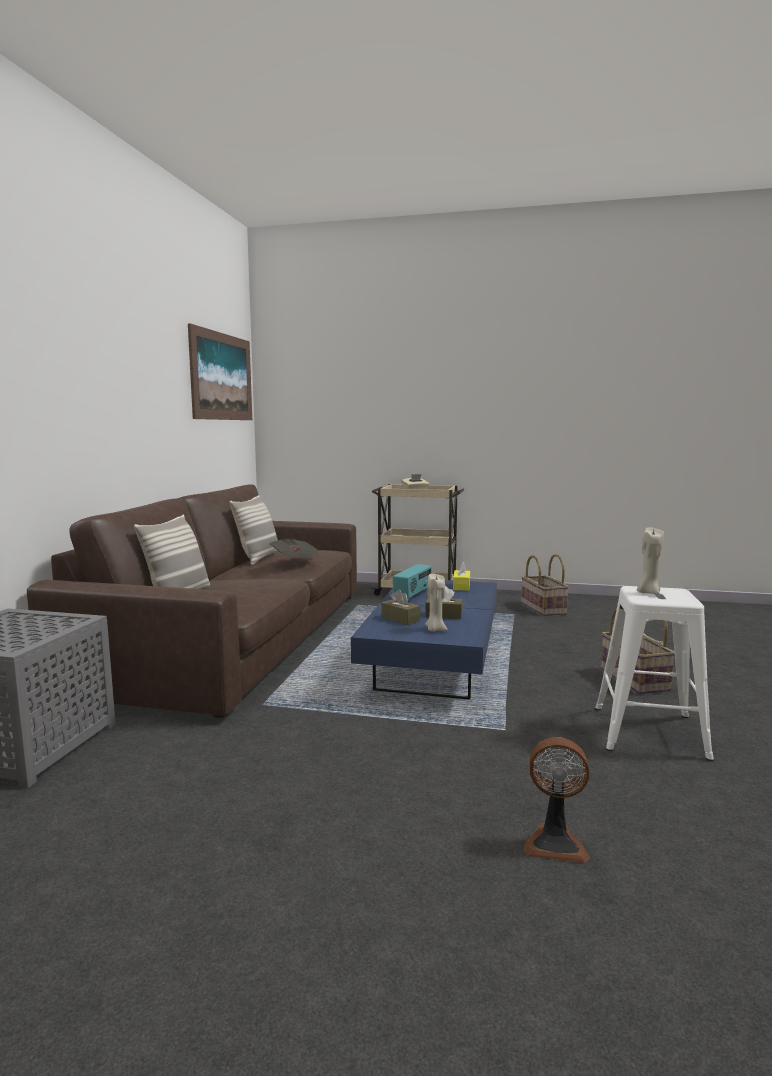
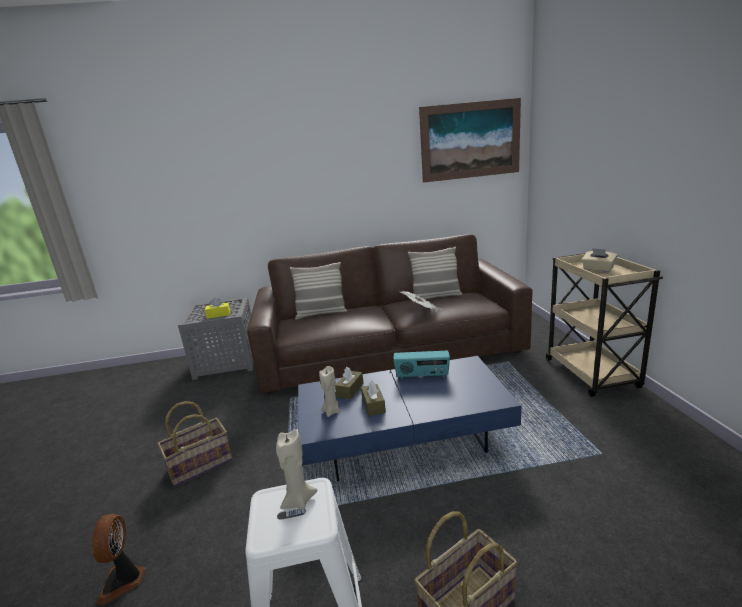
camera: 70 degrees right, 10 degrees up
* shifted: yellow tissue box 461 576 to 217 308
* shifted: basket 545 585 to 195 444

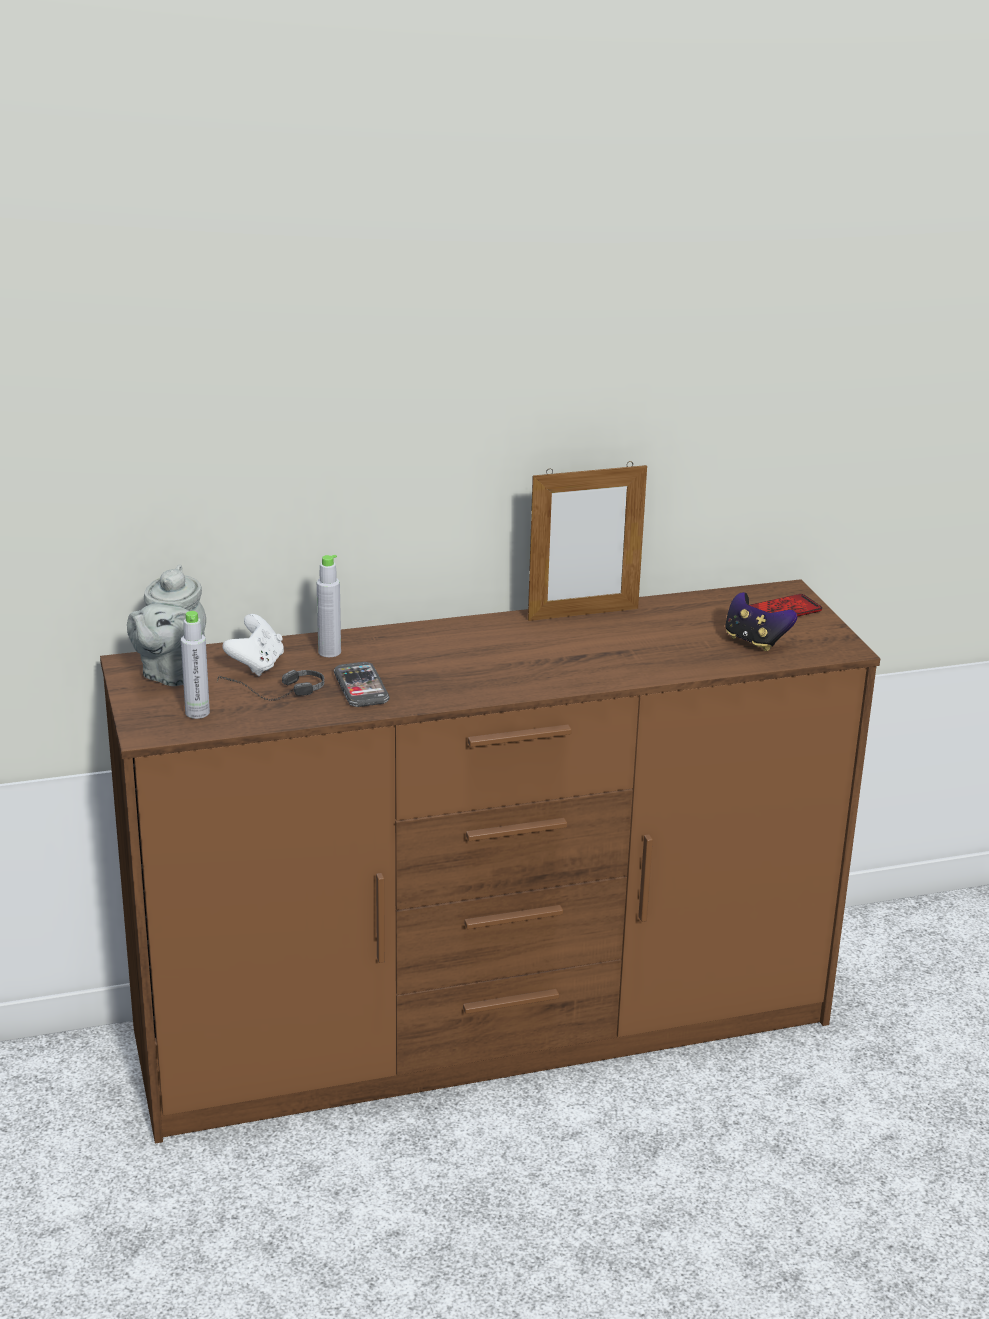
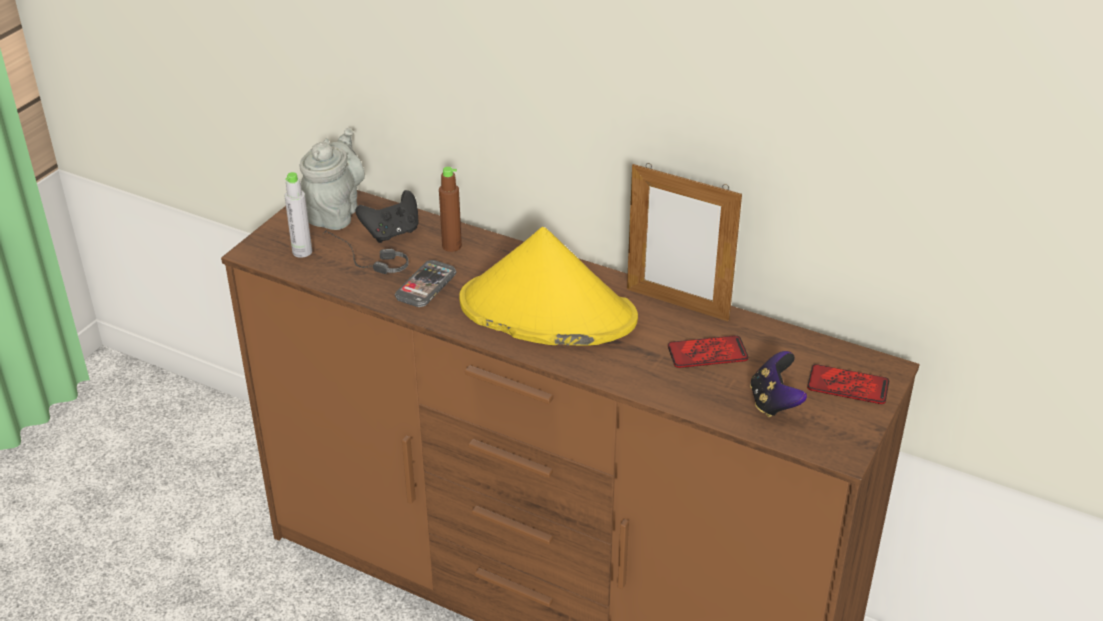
camera: 45 degrees right, 10 degrees up
* rotated: grey teapot 166 625 = 332 179 135 degrees clockwise
* repainted: white game controller 253 645 to black game controller 386 216
* repainted: grey bottle 329 606 to brown bottle 450 209
* new: yellow hat 548 286
* new: phone 708 351

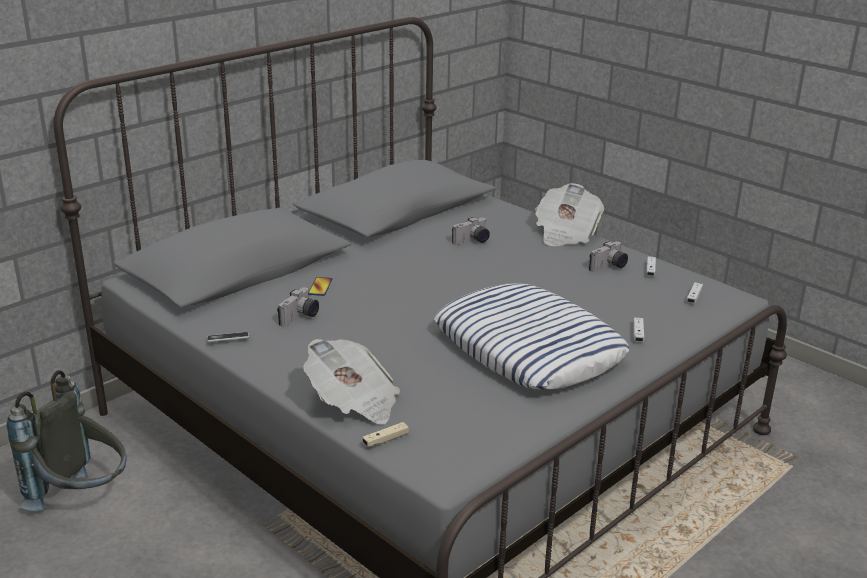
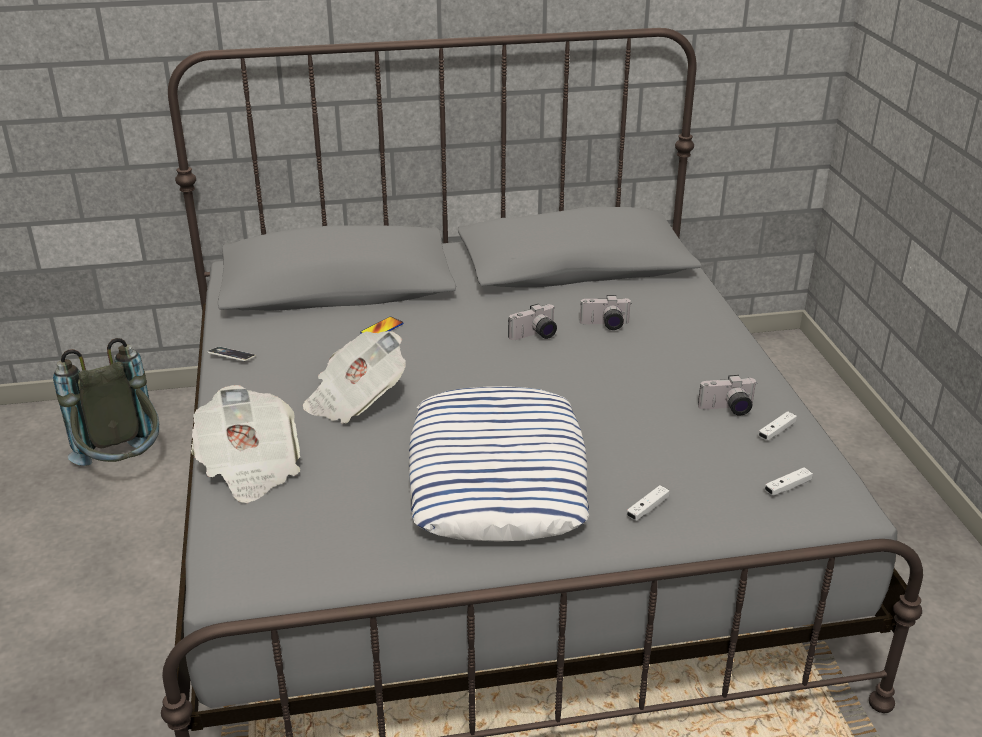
camera: 35 degrees right, 5 degrees up
* shifted: photo camera 298 307 to 532 322
* gone: beige game controller 386 434
* shifted: newspaper 569 214 to 354 377

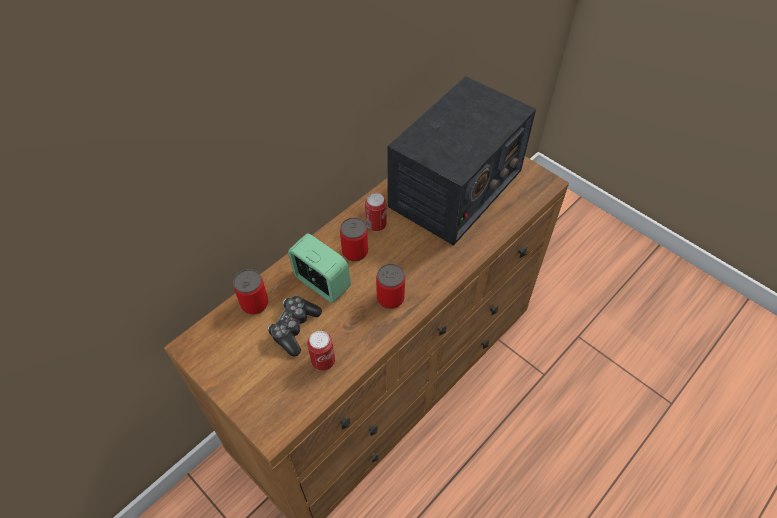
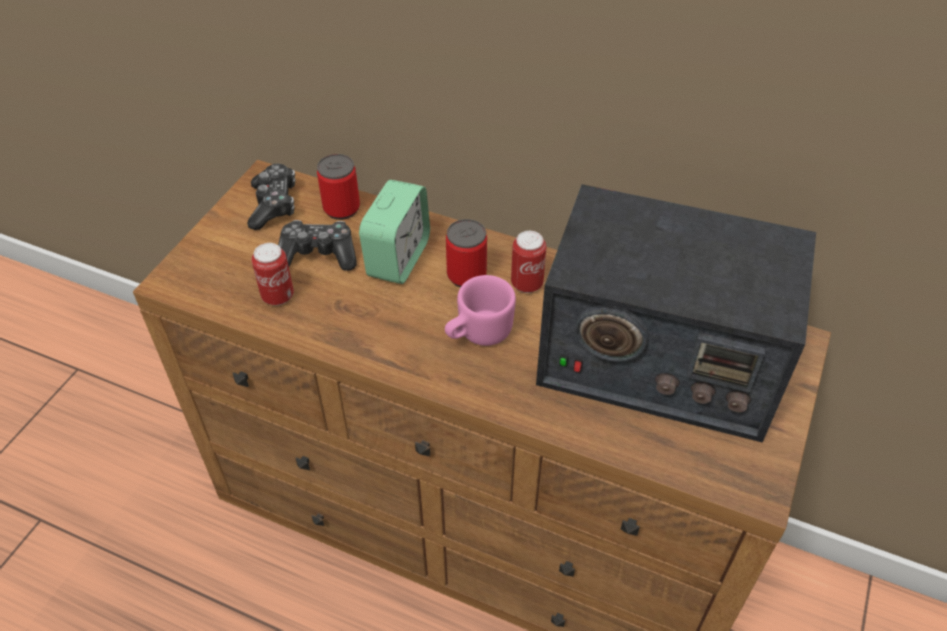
camera: 70 degrees right, 5 degrees down
* gone: can 390 286
* new: game controller 271 197
* new: pink mug 480 310

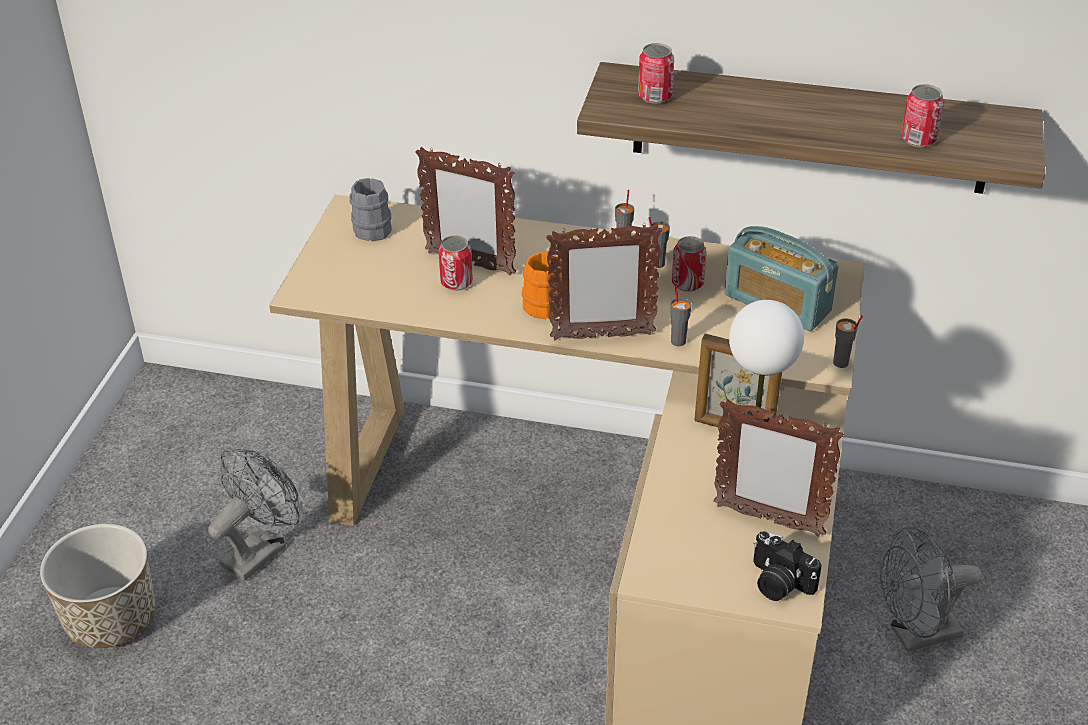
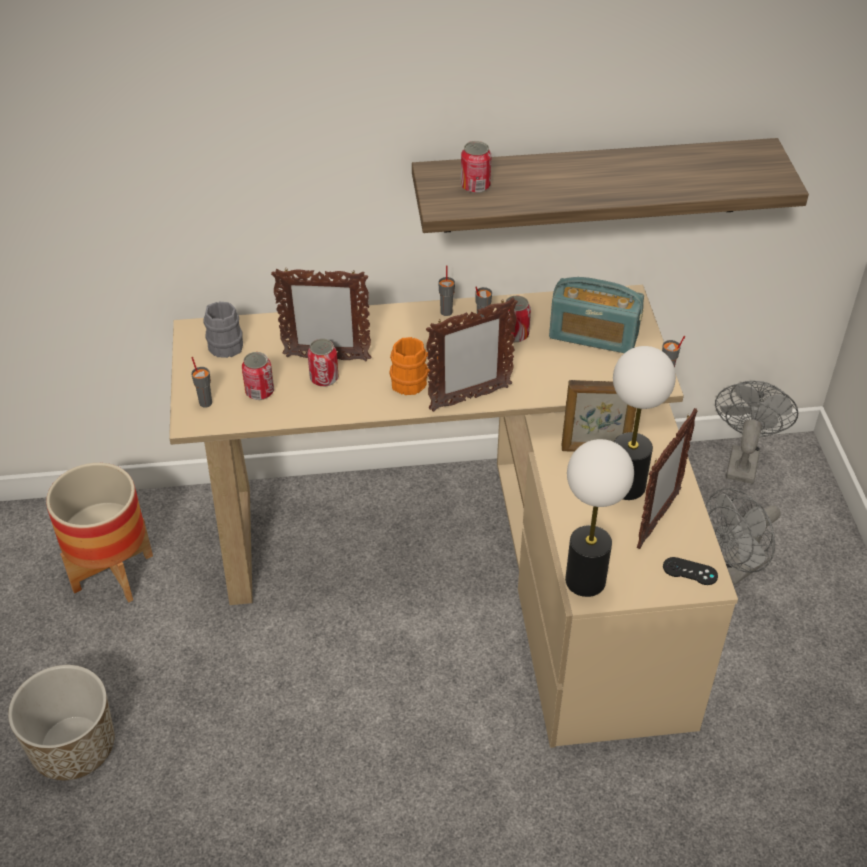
camera: 20 degrees left, 5 degrees up
* shifted: grey fan 254 515 to 756 432
* shifted: grey cup 681 315 to 201 382
* rotated: picture frame 778 468 = 667 478 60 degrees counterclockwise
* swapped: photo camera 787 566 to black game controller 690 571
* shifted: can 922 115 to 258 376
* new: planter 99 532
* new: table lamp 599 518

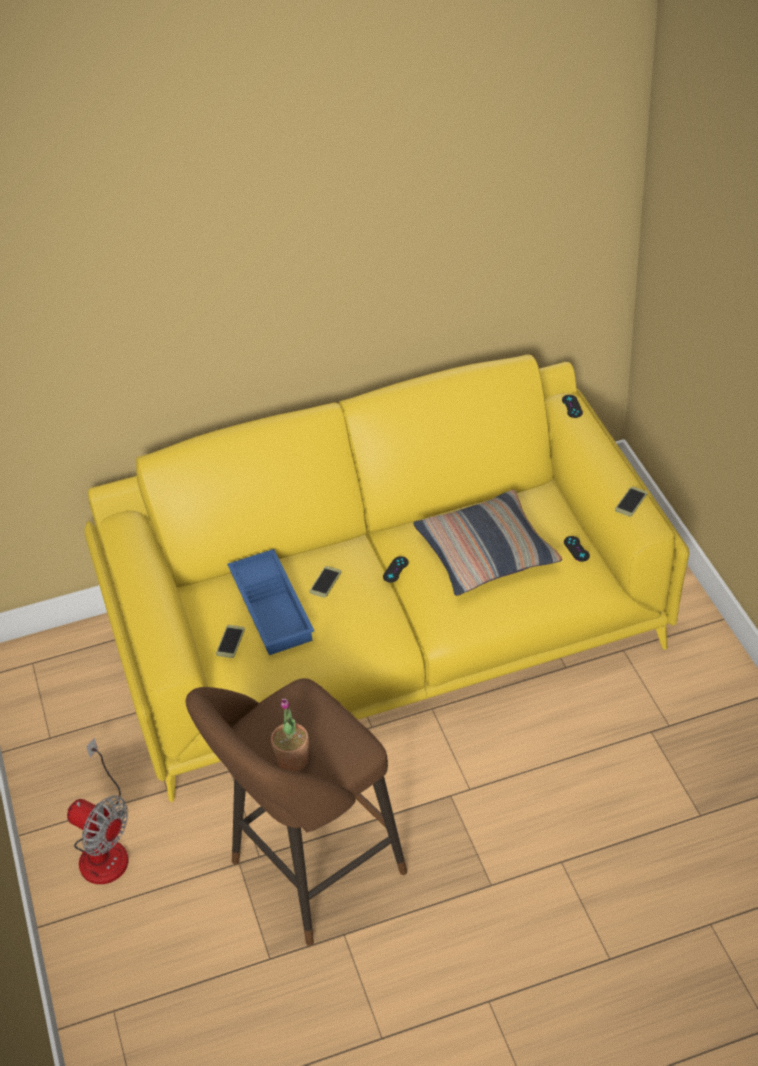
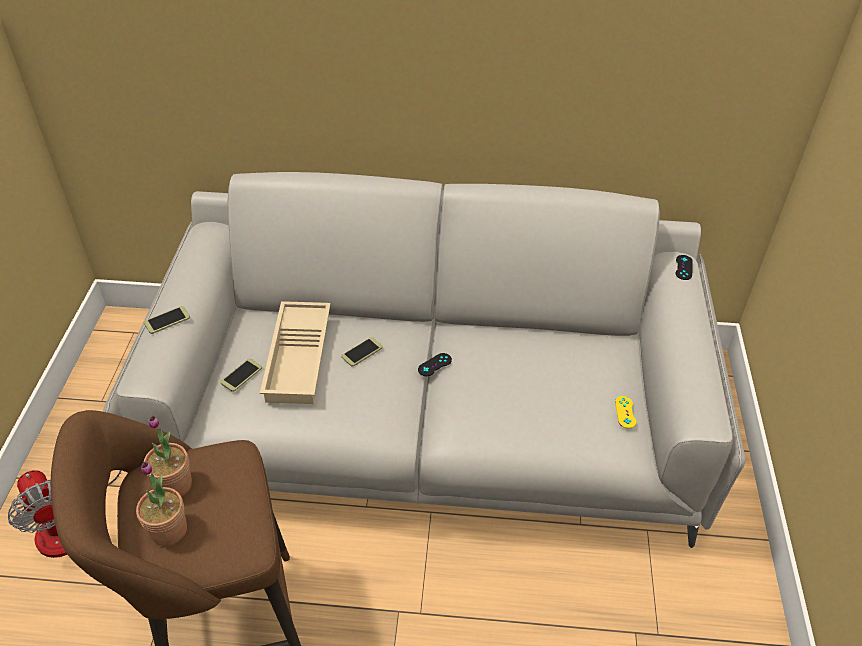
camera: 20 degrees right, 0 degrees up
* repainted: yellow sofa 387 578 to grey sofa 424 360
* repainted: blue tray 270 602 to beige tray 295 352
* gone: pillow 487 542
* repainted: black game controller 577 549 to yellow game controller 625 412
* shifted: phone 631 501 to 167 320
* new: potted plant 168 455

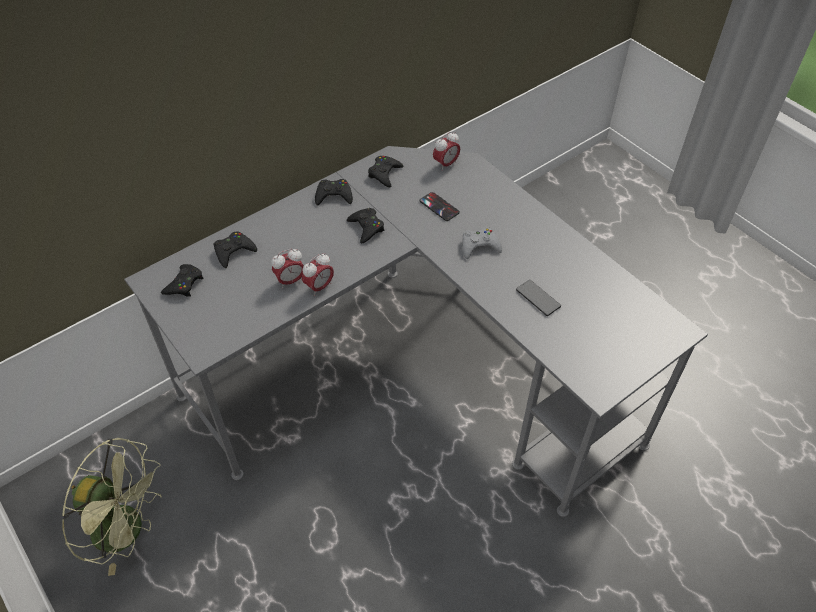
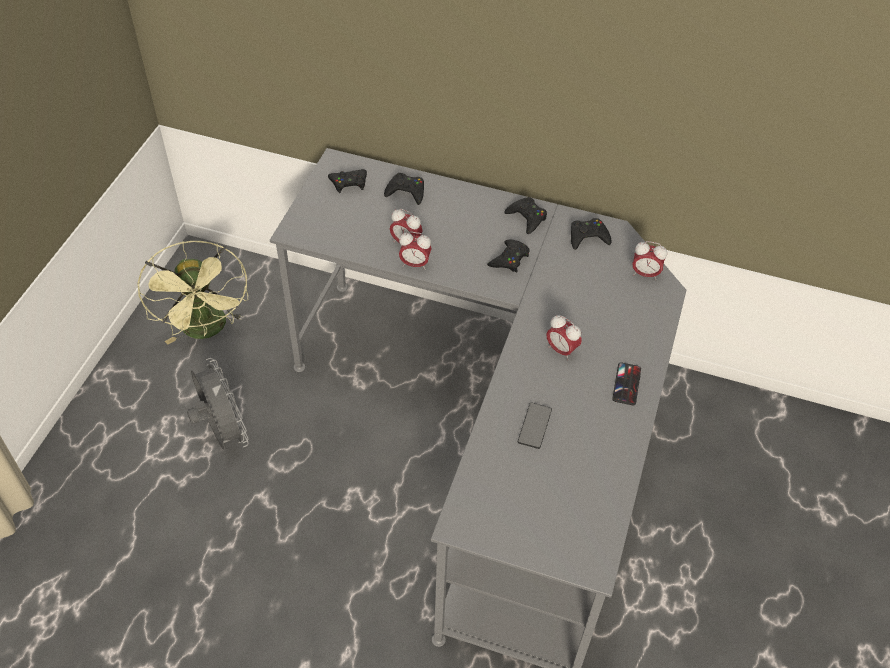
camera: 55 degrees right, 0 degrees up
* shifted: phone 439 206 to 626 383
* swapped: grey game controller 482 243 to alarm clock 564 337
* new: grey fan 218 404

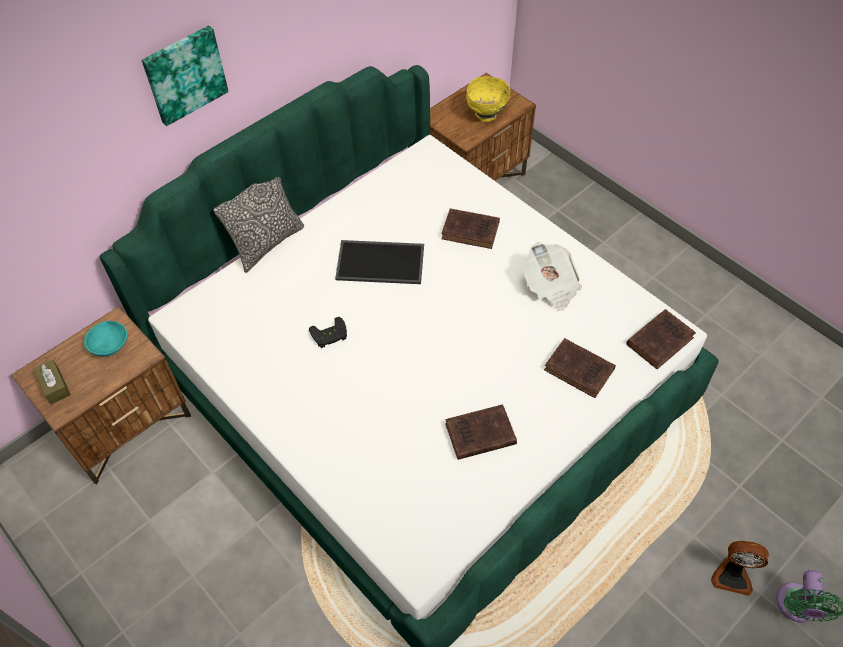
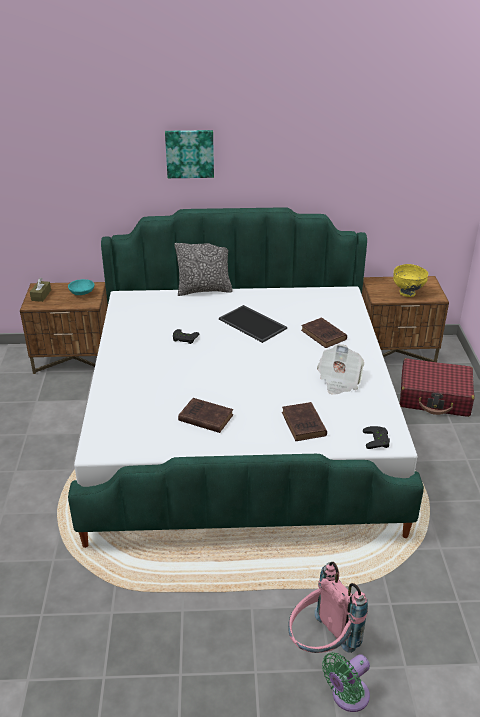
camera: 40 degrees right, 20 degrees down
* swapped: brown book 661 339 to black game controller 376 437
* swapped: fan 740 568 to pink backpack 328 607
* new: red suitcase 437 387

